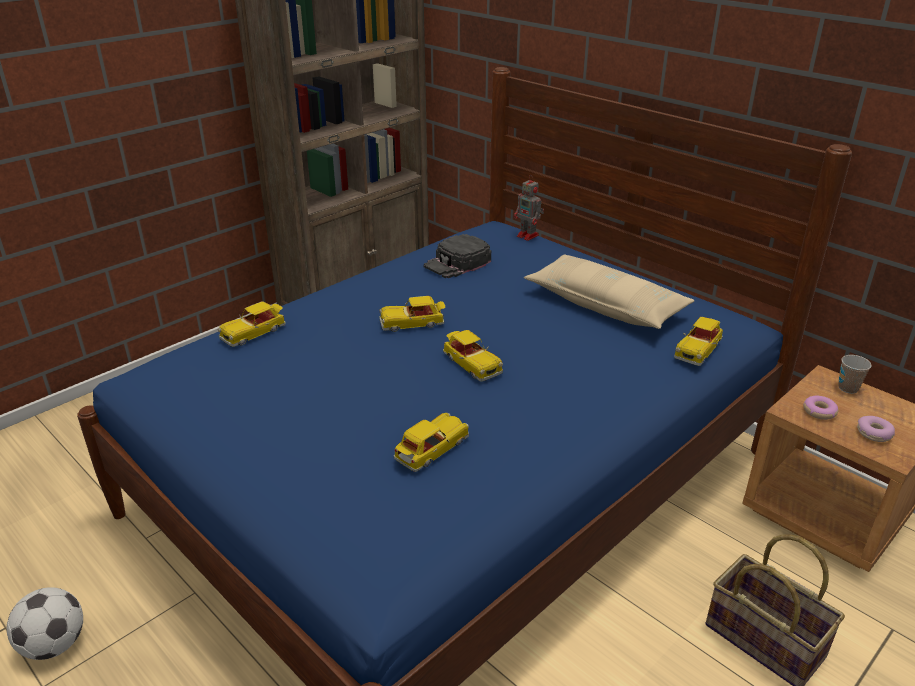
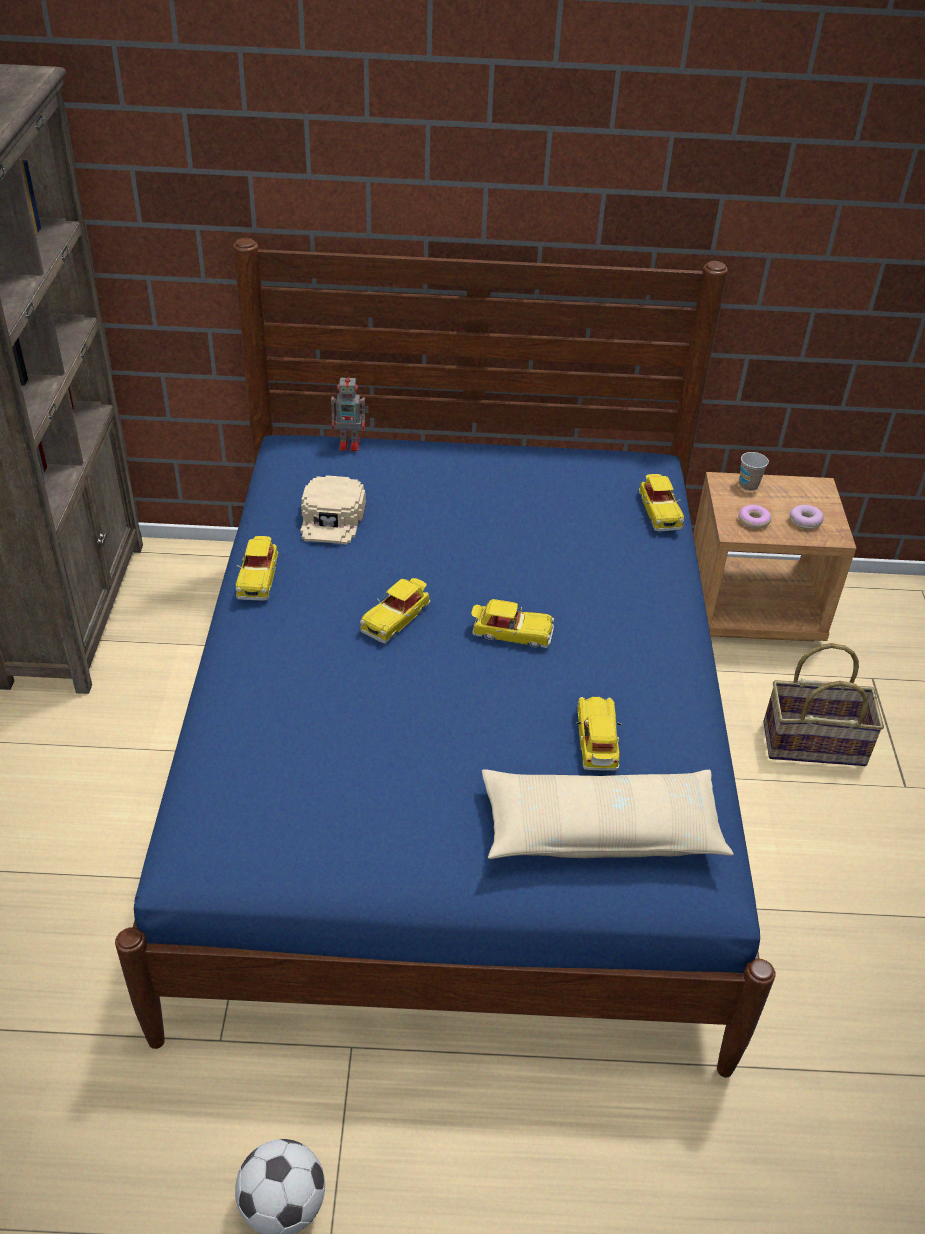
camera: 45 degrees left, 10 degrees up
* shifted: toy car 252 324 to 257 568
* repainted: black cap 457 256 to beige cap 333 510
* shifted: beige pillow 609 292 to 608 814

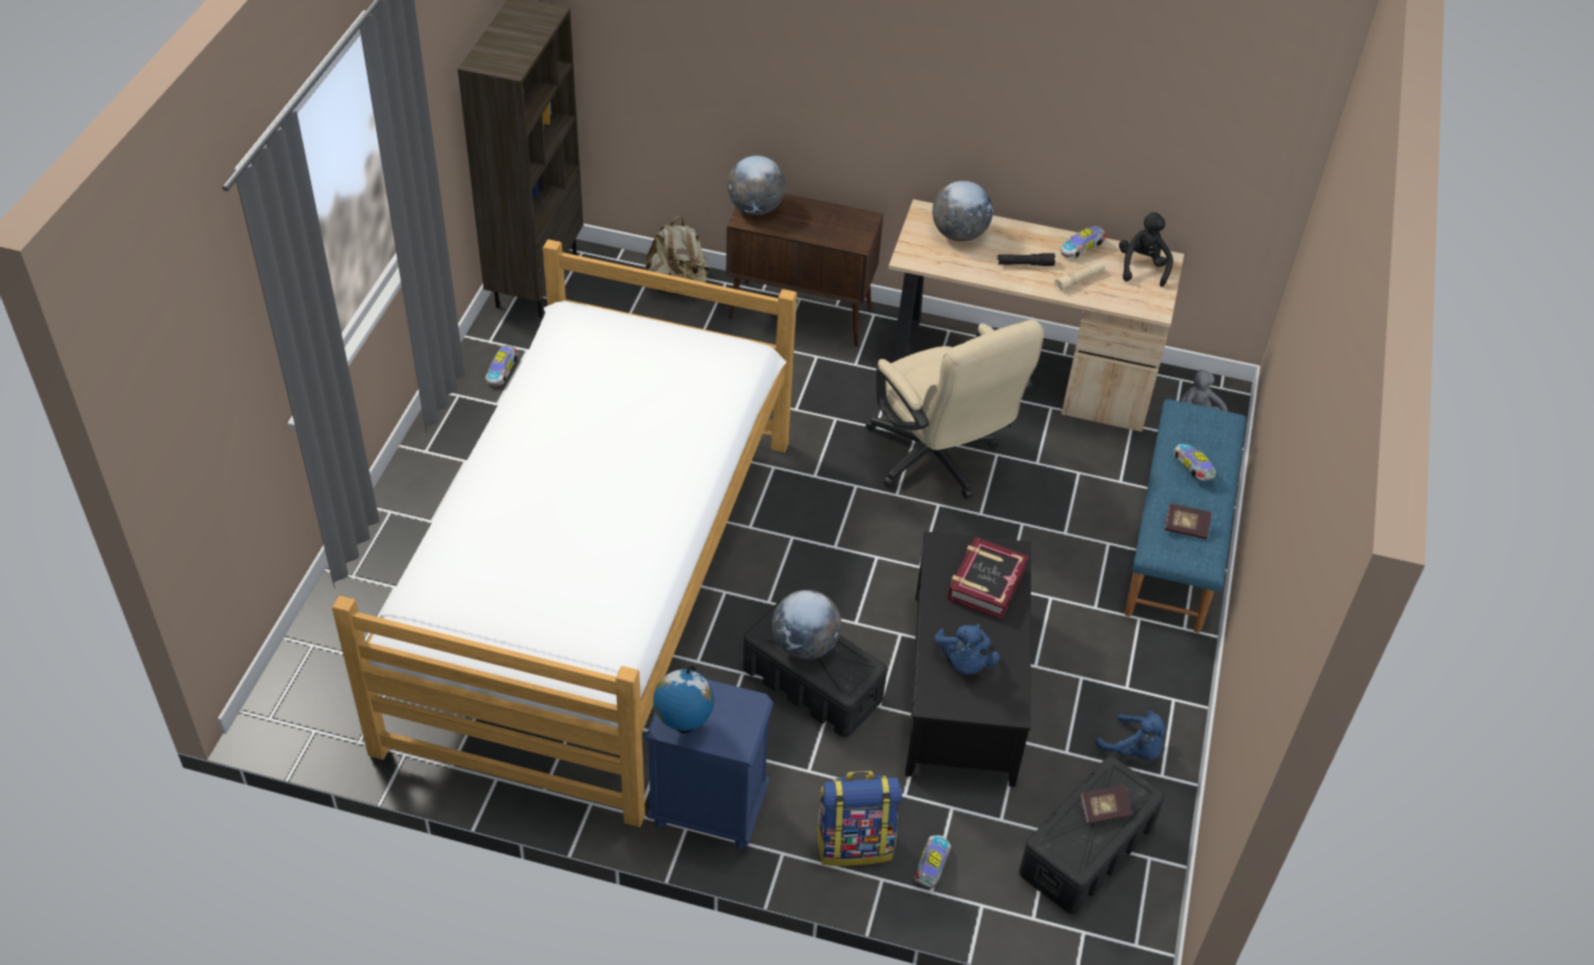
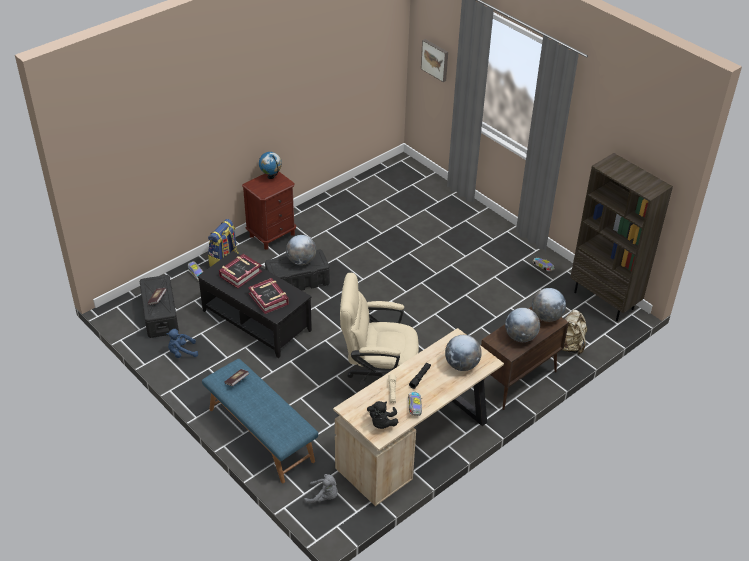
camera: 125 degrees right, 5 degrees down
* gone: bed 564 533
* repainted: blue nightstand 709 764 to brown nightstand 269 210
* swapped: blue plush toy 967 649 to book 240 271
* rotated: black plush toy 1146 249 = 382 415 60 degrees clockwise
* gone: toy car 1194 462
* new: picture 434 60
* new: globe 522 325

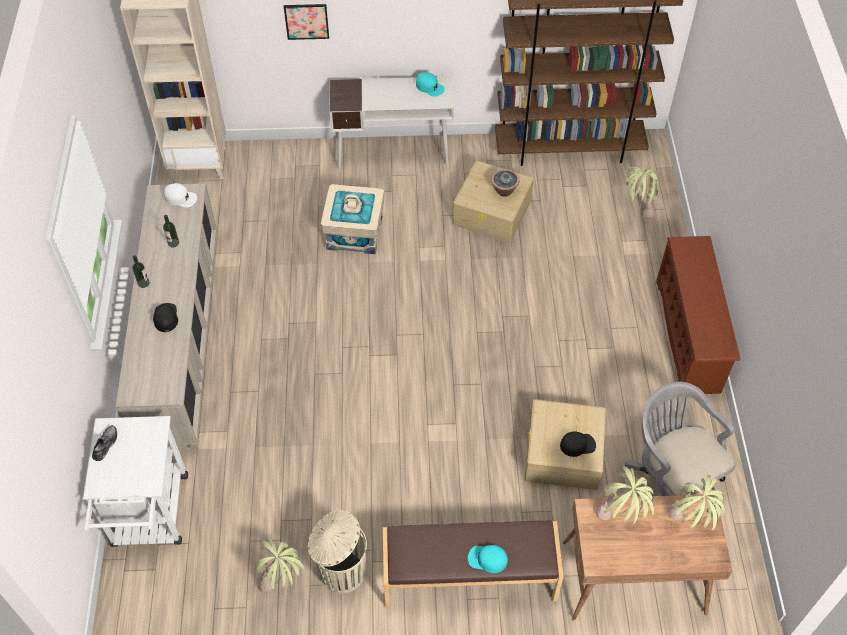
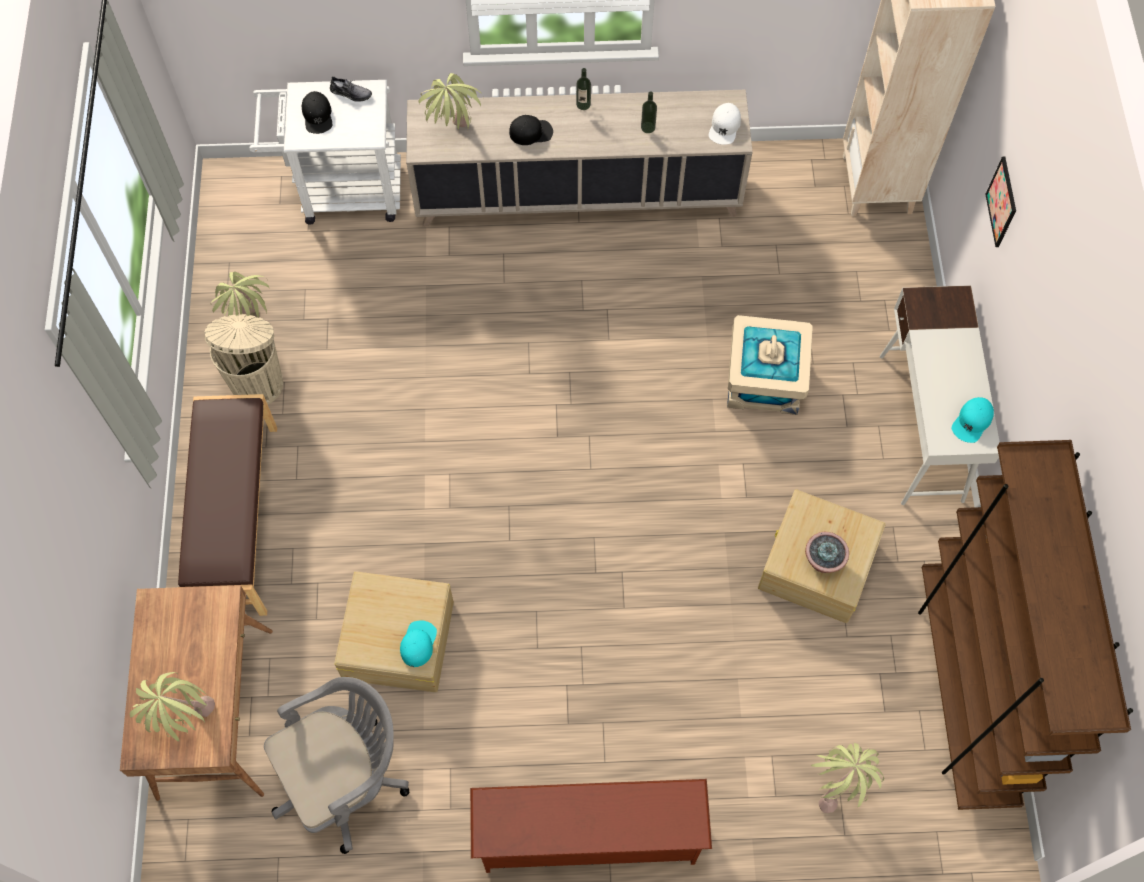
camera: 90 degrees right, 10 degrees up
* shifted: turquoise cap 488 559 to 418 643
* shifted: black cap 578 444 to 317 112
* shifted: potted plant 624 495 to 450 101

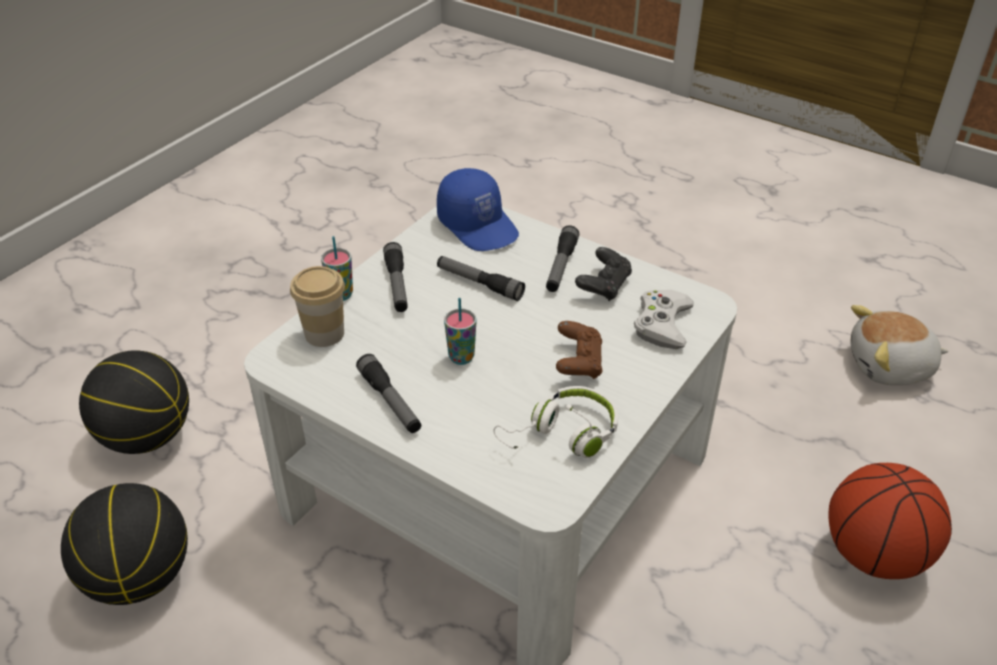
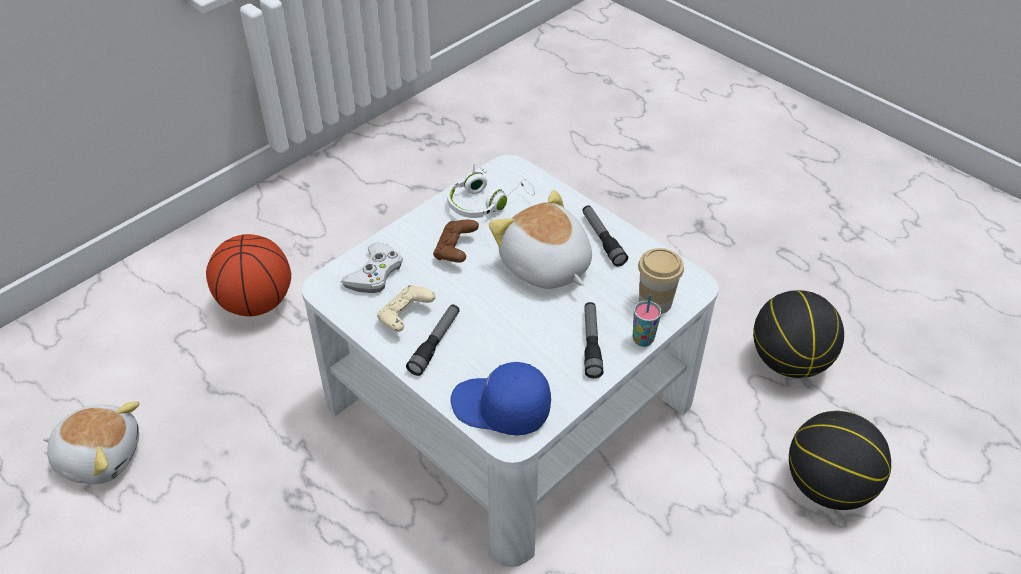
camera: 170 degrees left, 5 degrees up
* rotated: blue cap 478 209 = 500 399 45 degrees counterclockwise
* gone: flashlight 481 278
* swapped: cup 460 331 to plush toy 540 239
* repainted: black game controller 603 274 to beige game controller 406 308

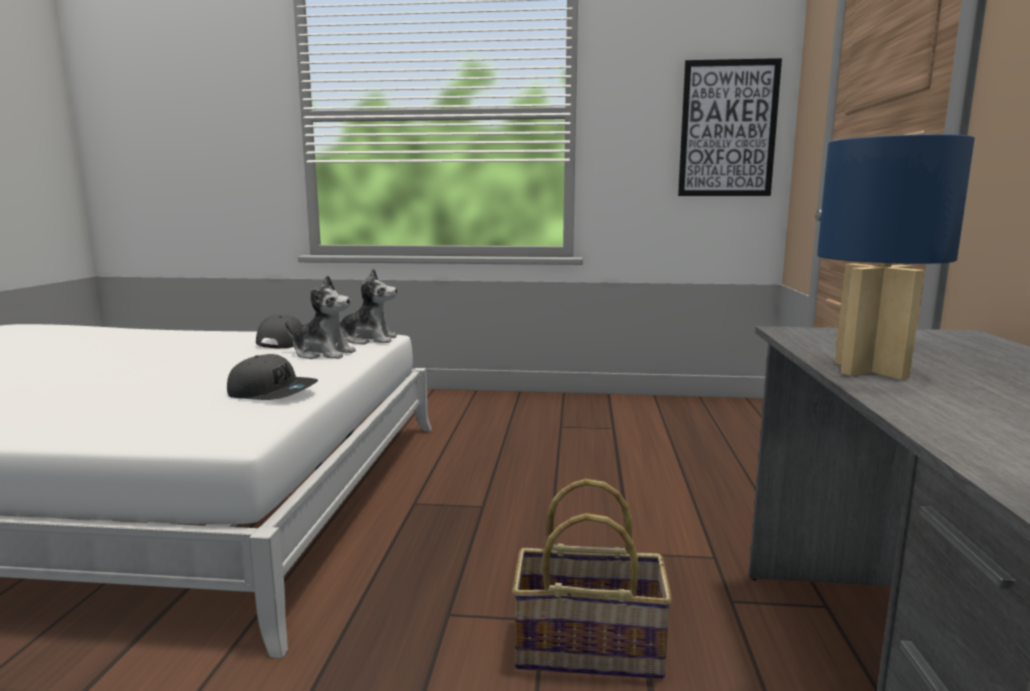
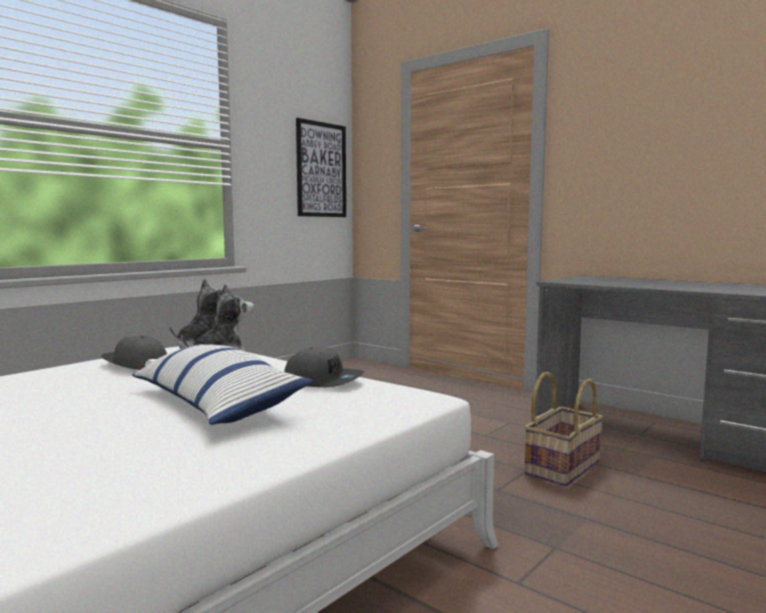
camera: 55 degrees left, 5 degrees down
* rotated: grey cap 272 377 = 324 367 60 degrees clockwise
* gone: blue table lamp 896 257
* new: pillow 223 384

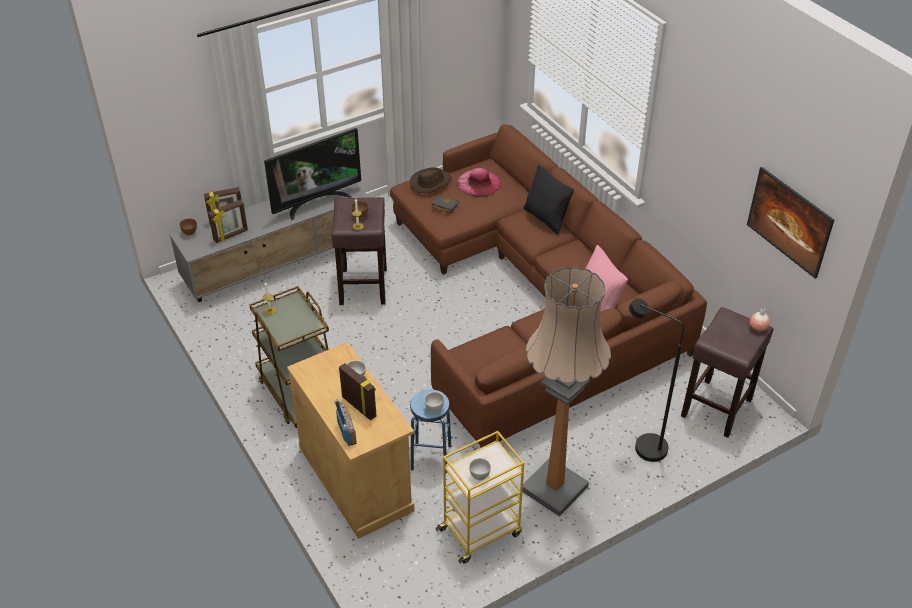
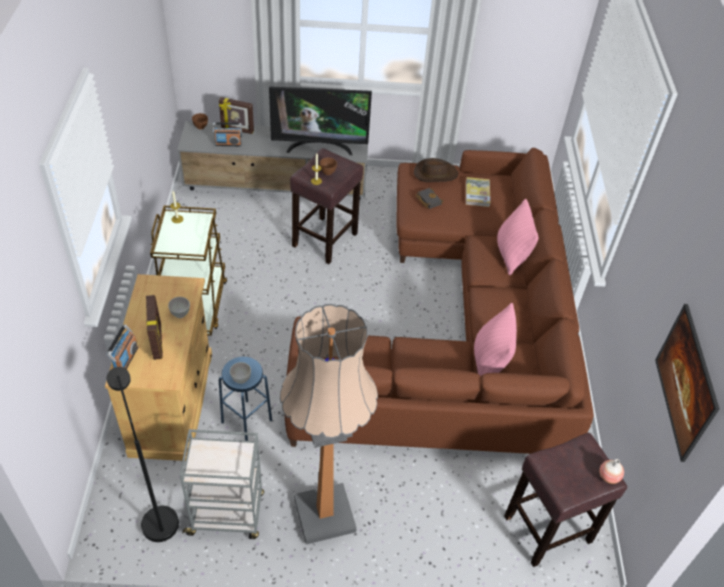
camera: 30 degrees right, 5 degrees up
* swapped: picture frame 228 221 to radio 227 134
* repainted: yellow cart 480 497 to grey cart 222 484
* swapped: pink hat 479 182 to book 478 192
* gone: white bowl 480 469
* repainted: black pillow 548 200 to pink pillow 518 237
* shifted: black floor lamp 656 380 to 143 454

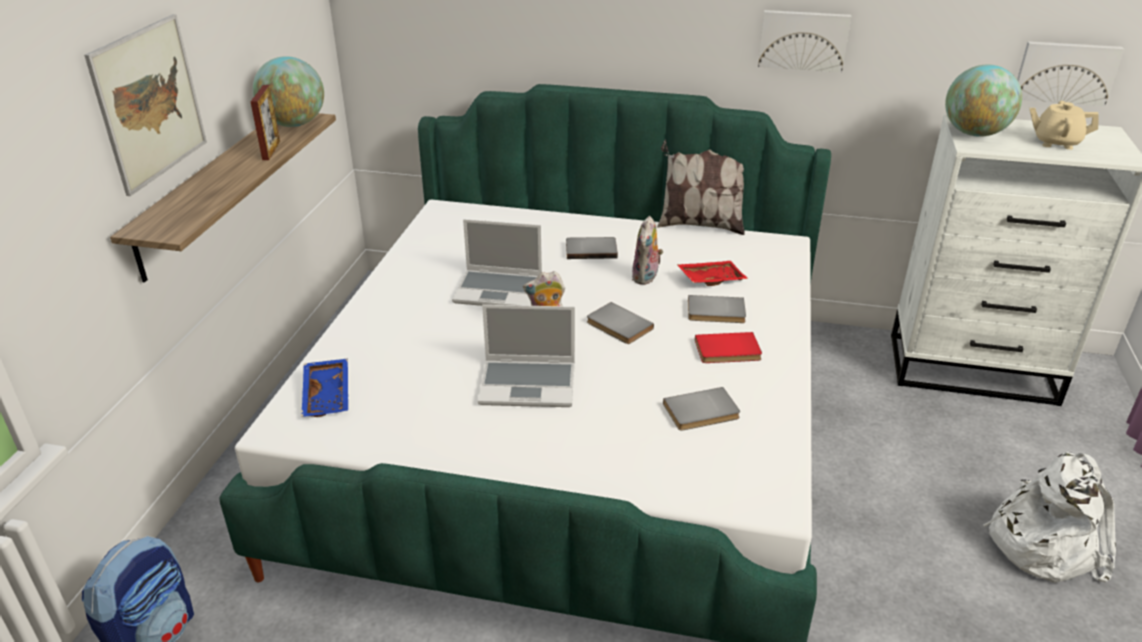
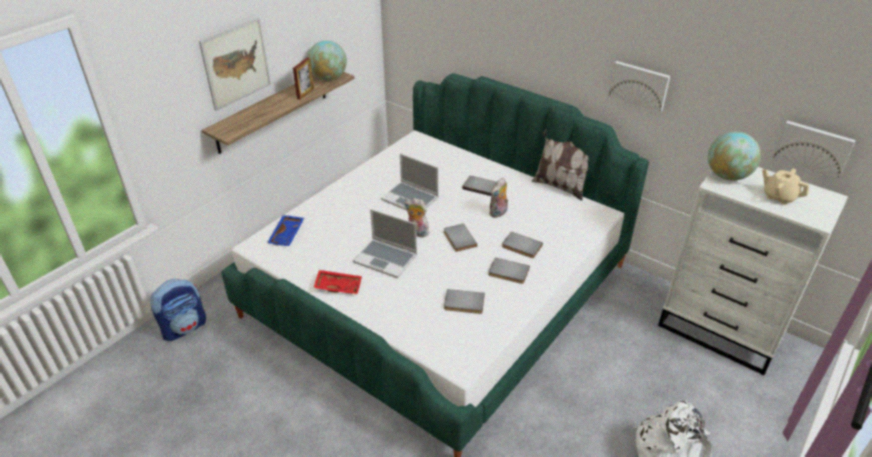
camera: 25 degrees right, 5 degrees up
* shifted: red tray 712 273 to 337 282
* repainted: red book 728 347 to grey book 509 270

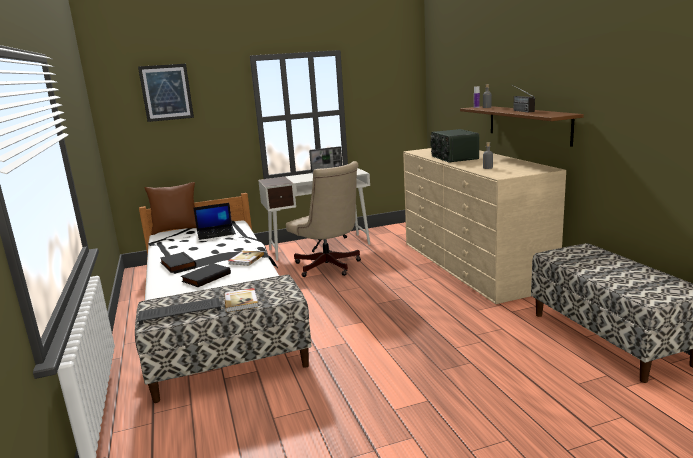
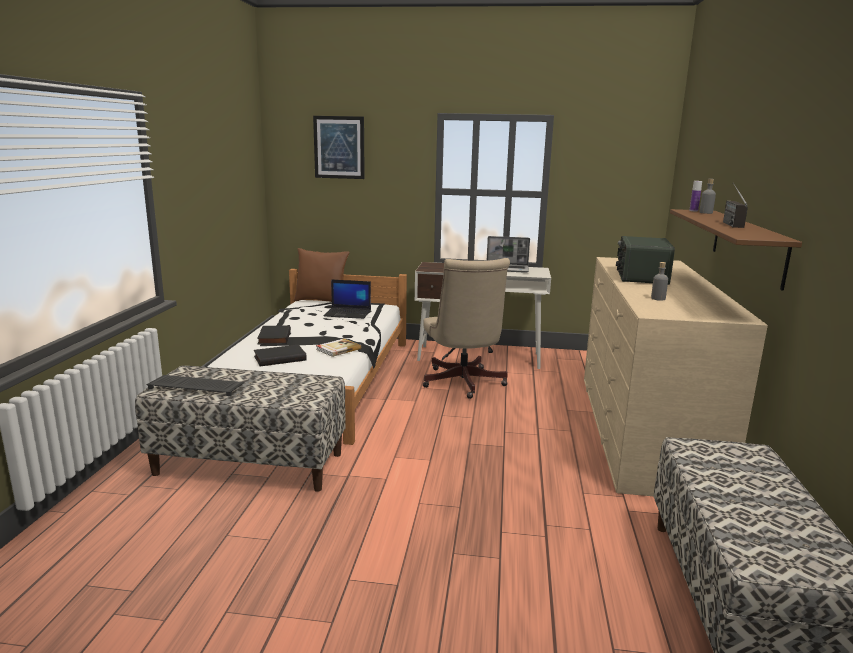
camera: 25 degrees right, 0 degrees up
* gone: book 241 300

